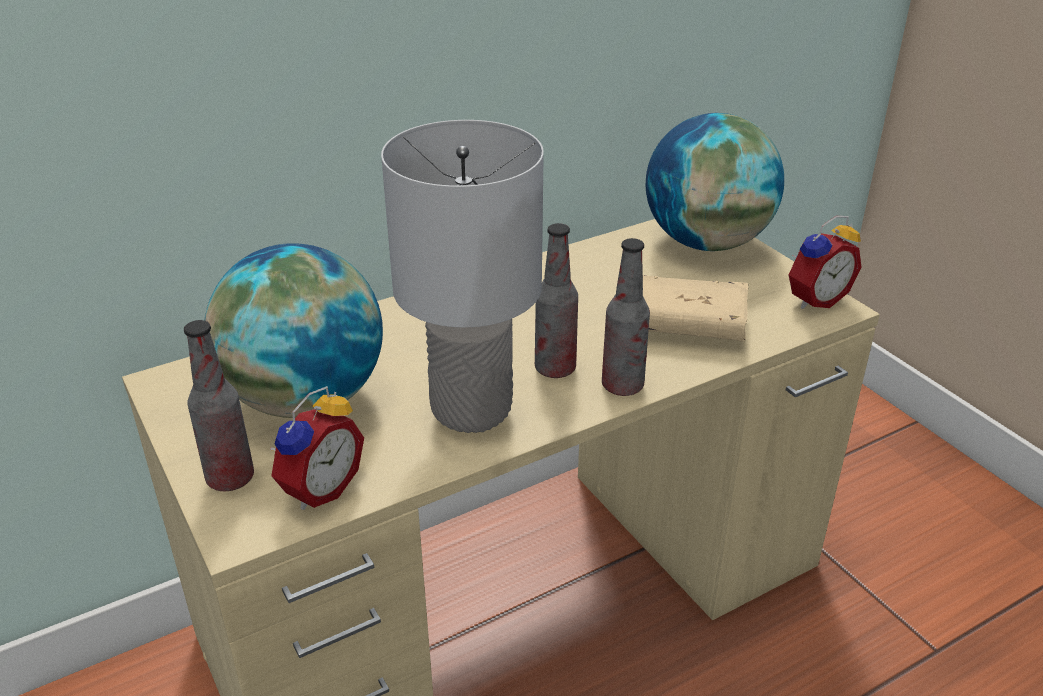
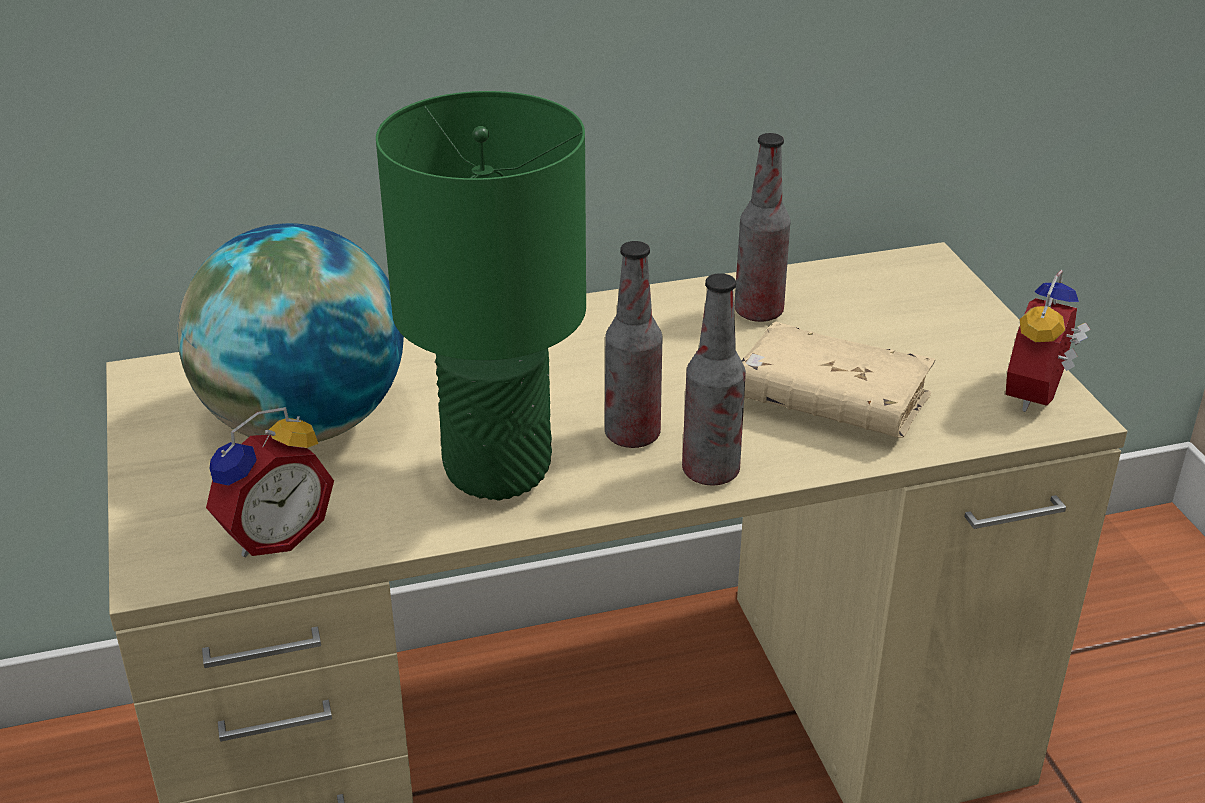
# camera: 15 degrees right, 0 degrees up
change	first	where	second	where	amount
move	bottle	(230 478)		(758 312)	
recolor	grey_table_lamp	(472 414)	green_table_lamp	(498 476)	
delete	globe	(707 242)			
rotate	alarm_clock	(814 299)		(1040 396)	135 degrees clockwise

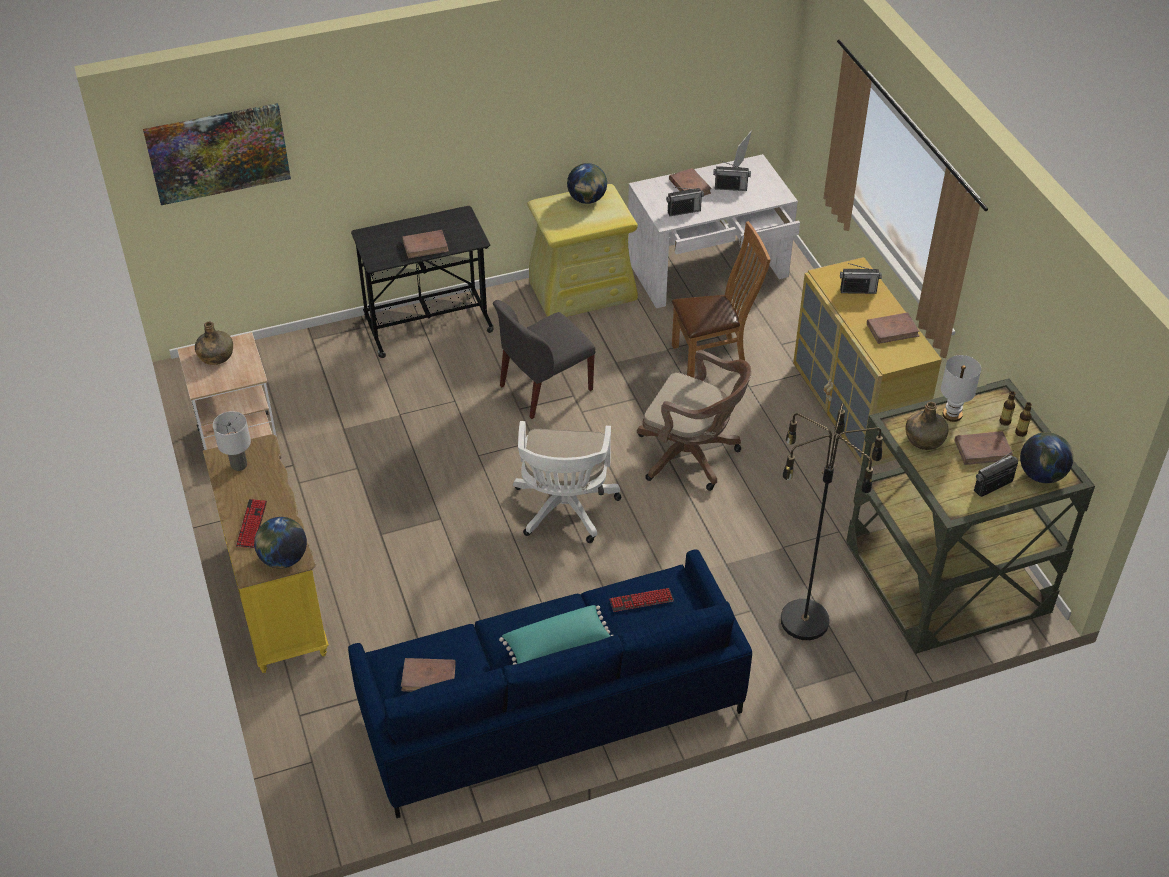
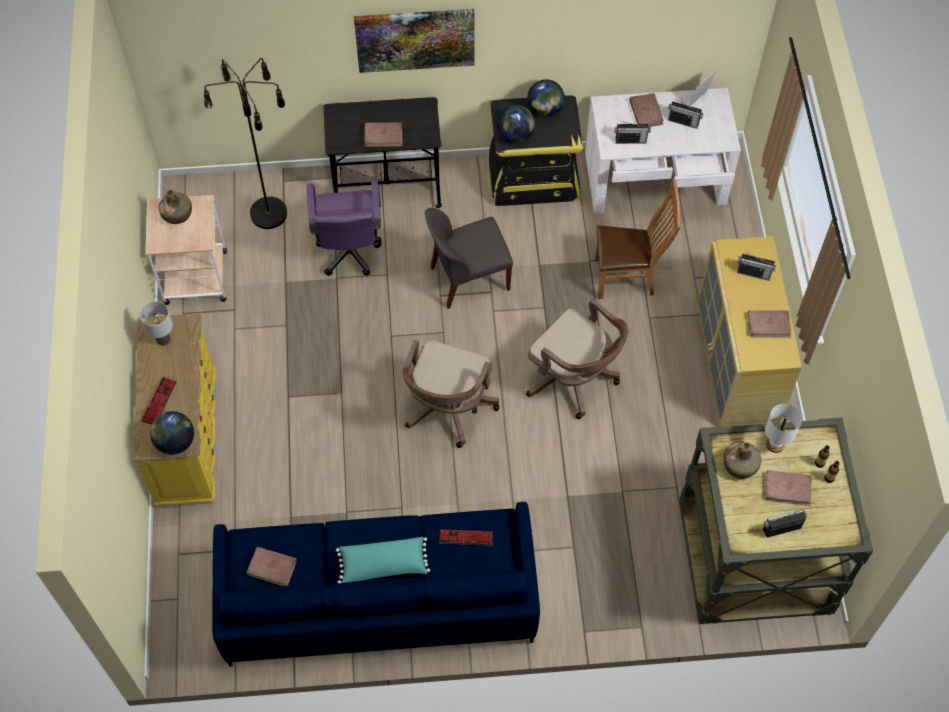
# camera: 15 degrees right, 15 degrees up
change	first	where	second	where	amount
move	picture	(218 153)		(415 39)	
recolor	white_office_chair	(564 511)	brown_office_chair	(447 410)	
recolor	yellow_nightstand	(584 291)	black_nightstand	(535 180)	
move	floor_lamp	(805 620)		(269 213)	
move	globe	(1041 475)		(515 135)	
insert			purple_office_chair	(350 257)	

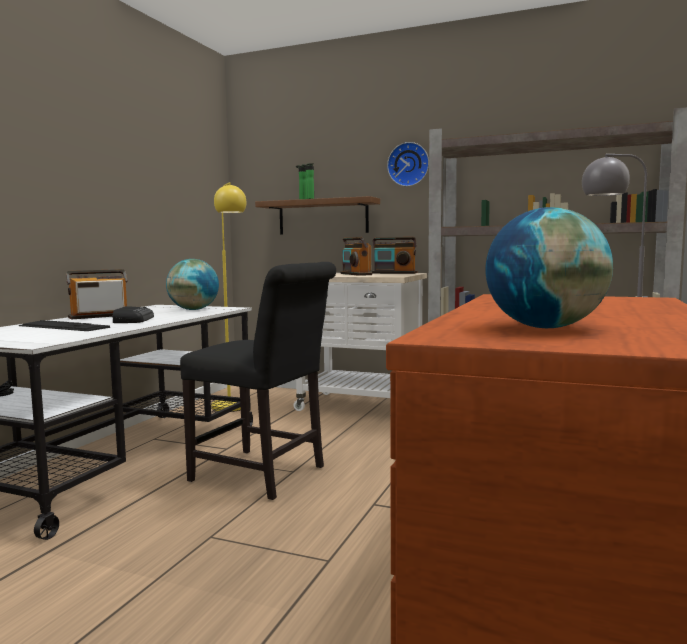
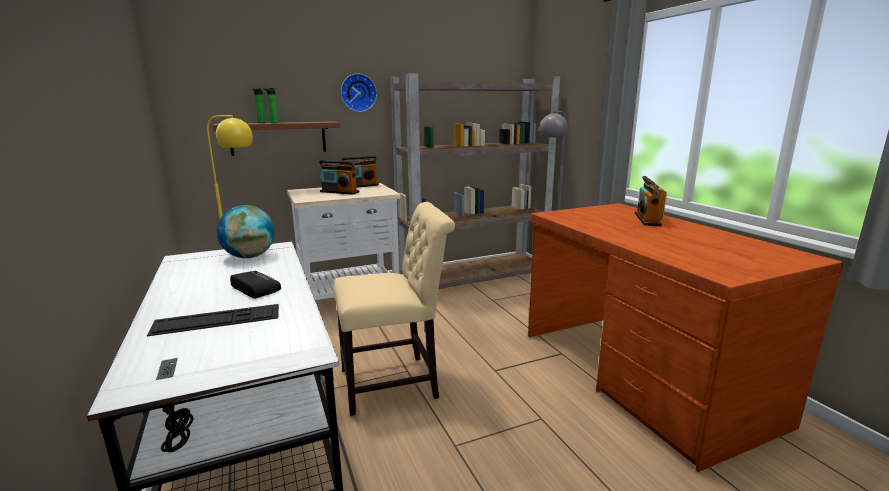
# camera: 45 degrees left, 10 degrees up
change	first	where	second	where	amount
move	radio	(99 316)		(647 219)	
recolor	black_chair	(264 476)	beige_chair	(396 383)	
delete	globe	(545 327)			

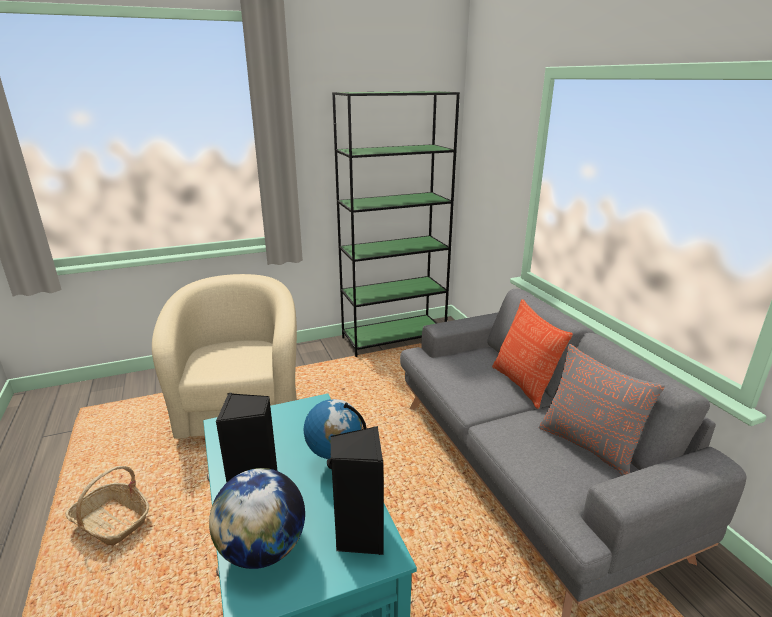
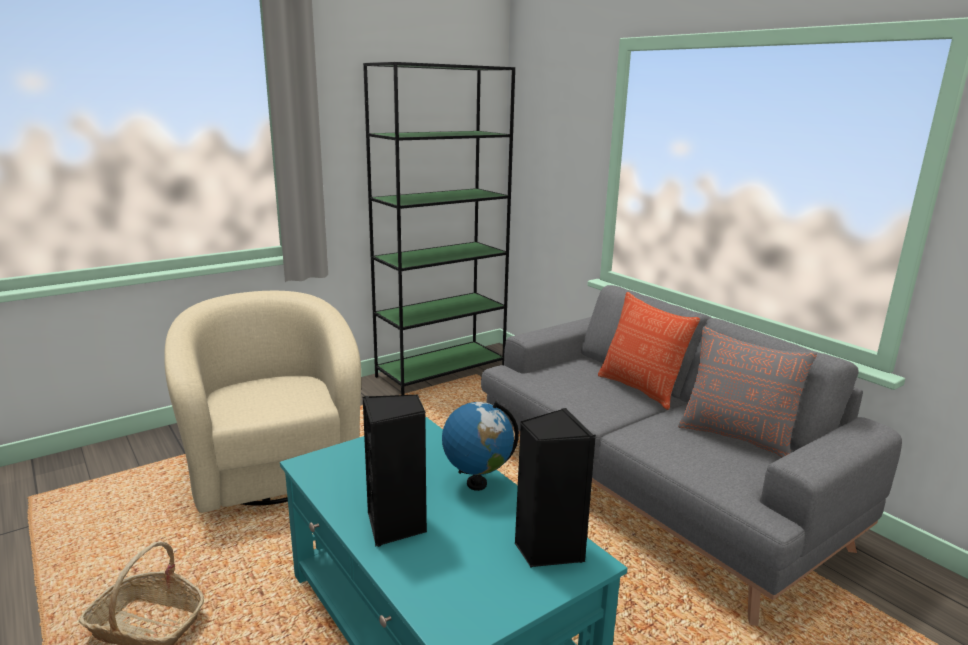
# camera: 15 degrees left, 5 degrees down
change	first	where	second	where	amount
delete	globe	(262 549)			

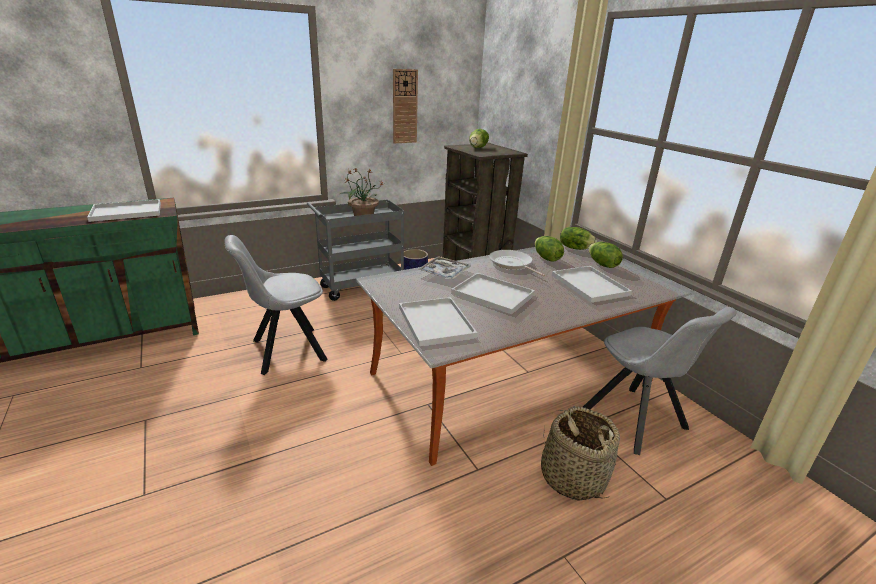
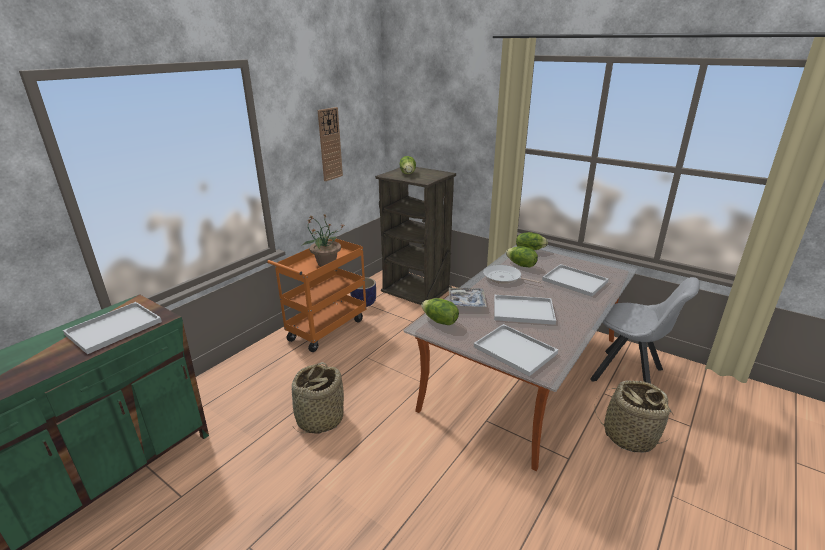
# camera: 25 degrees left, 0 degrees up
change	first	where	second	where	amount
replace	grey_chair	(286 351)	basket	(319 419)	
recolor	grey_cart	(359 288)	orange_cart	(325 331)	
move	lettuce	(602 264)		(440 321)	

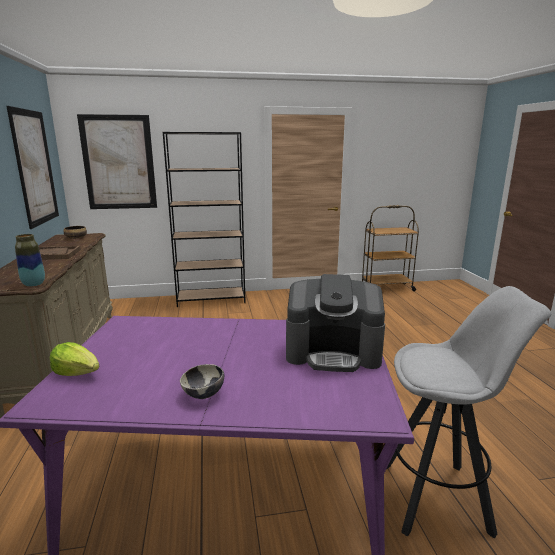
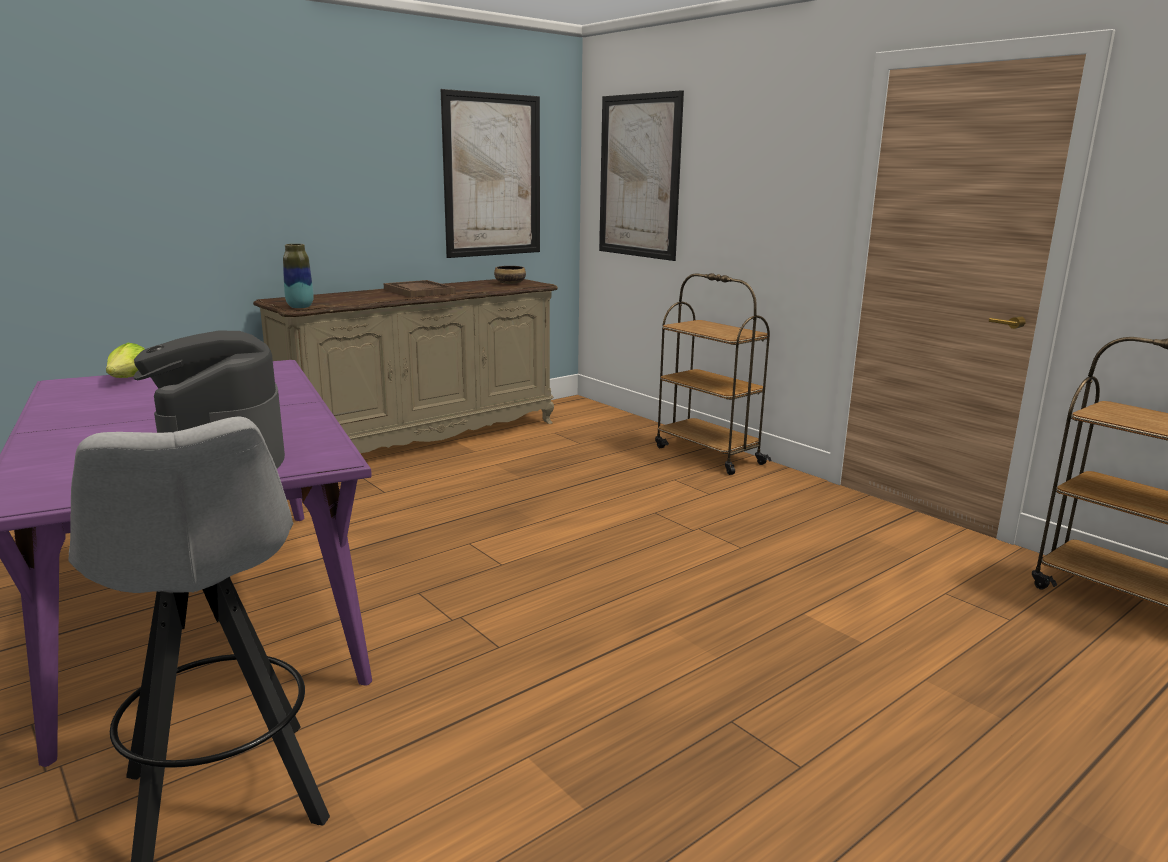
# camera: 60 degrees right, 0 degrees up
change	first	where	second	where	amount
replace	beige_bookcase	(211 299)	brown_cart	(707 455)	
delete	bowl	(203 395)			

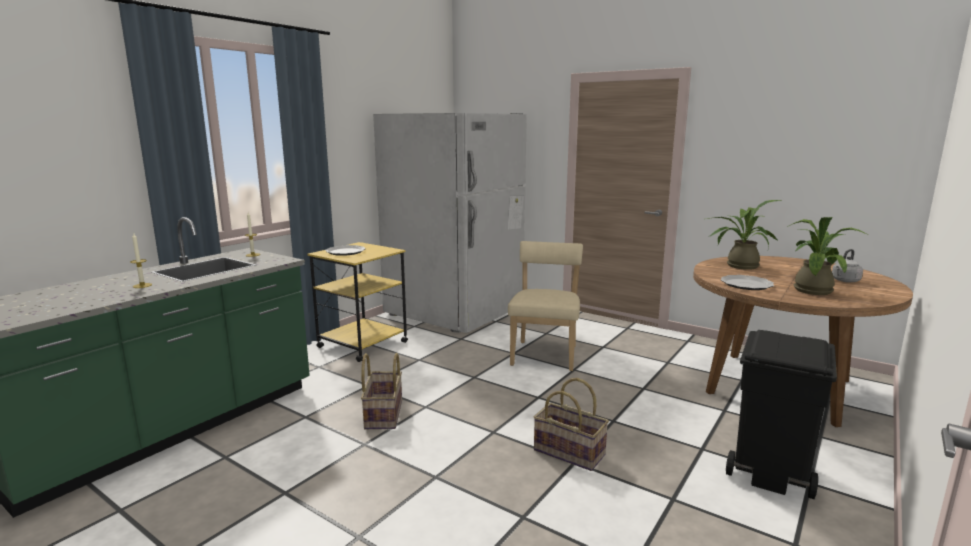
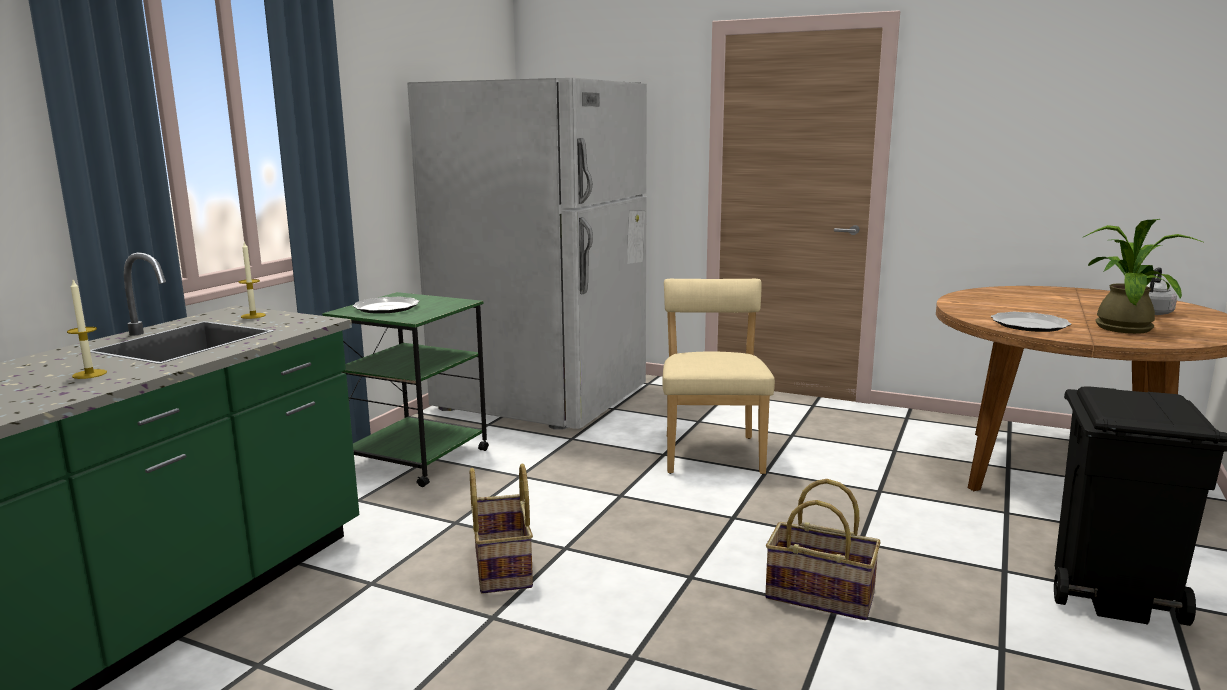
# camera: 10 degrees left, 0 degrees up
change	first	where	second	where	amount
recolor	yellow_cart	(363 344)	green_cart	(417 458)	
delete	potted_plant	(738 265)			

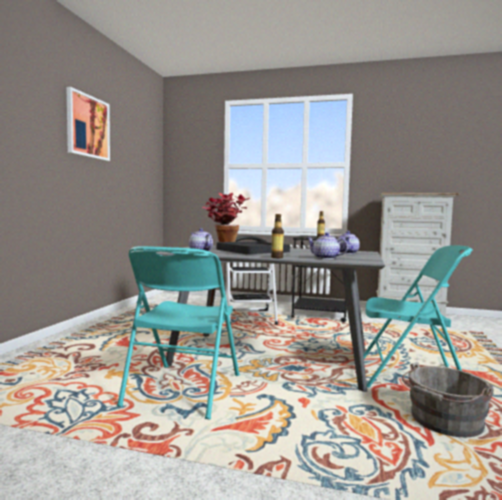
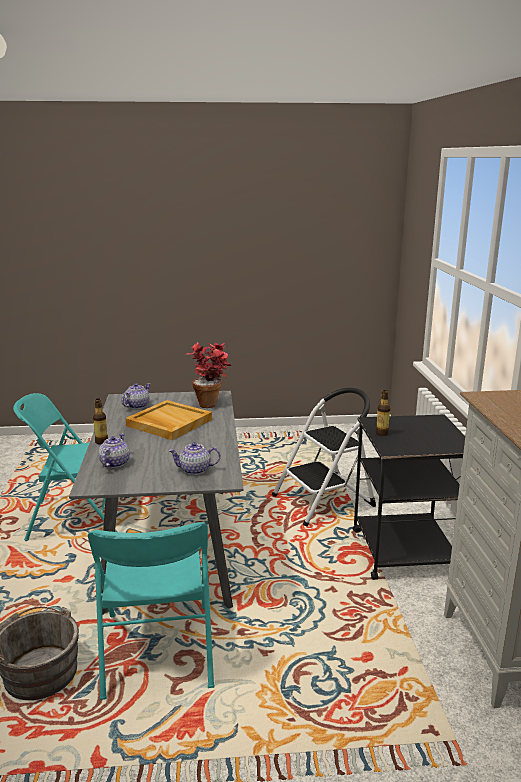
# camera: 70 degrees right, 15 degrees up
change	first	where	second	where	amount
delete	picture	(88 126)			
recolor	black_tray	(252 250)	beige_tray	(168 423)	

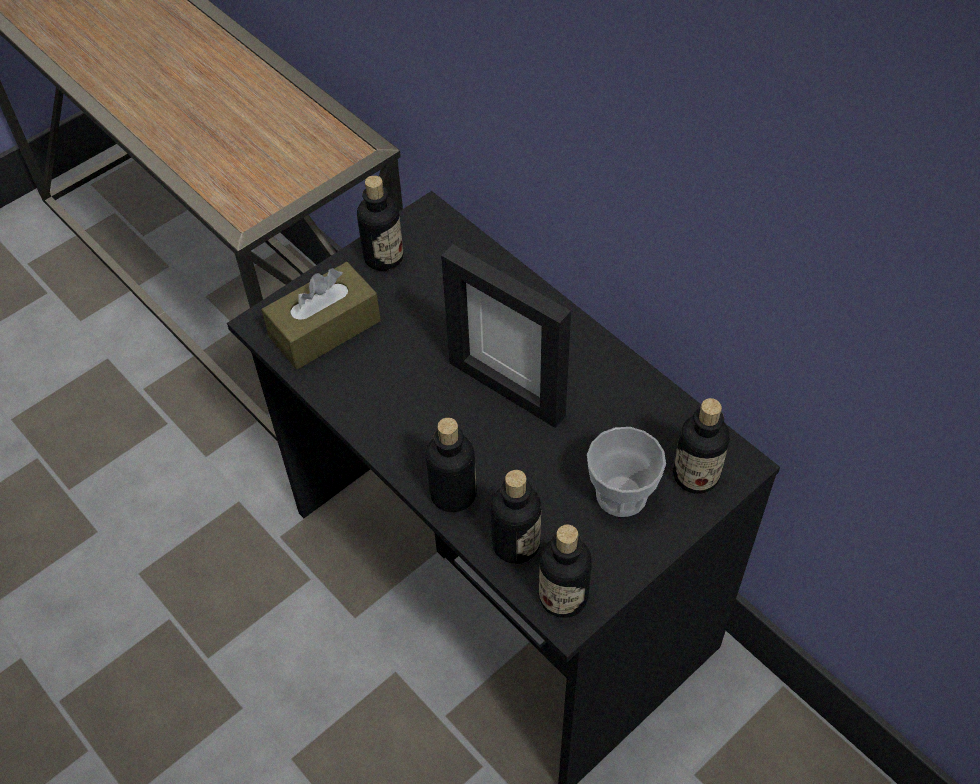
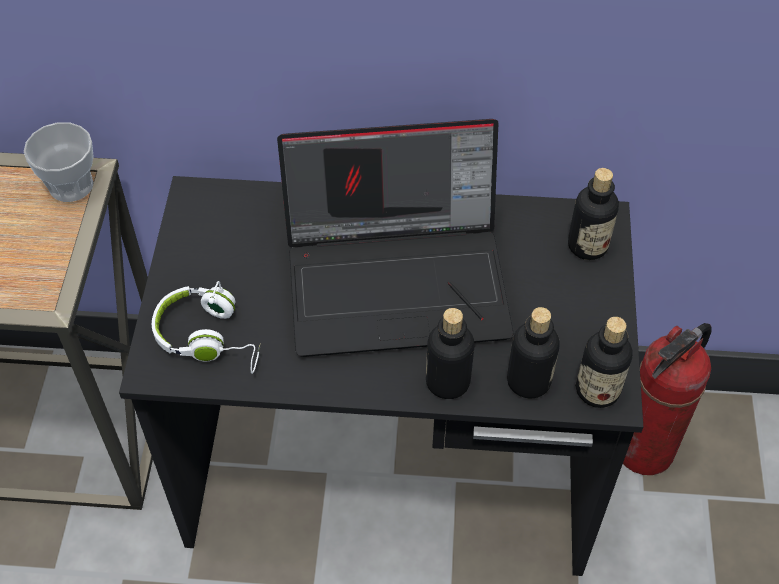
# camera: 45 degrees left, 0 degrees up
change	first	where	second	where	amount
replace	brown_tissue_box	(325 329)	white_headphones	(210 337)	
delete	bottle	(383 257)			
replace	picture_frame	(508 387)	laptop	(399 278)	
move	cup	(621 495)		(71 185)	
insert			fire_extinguisher	(645 450)	

